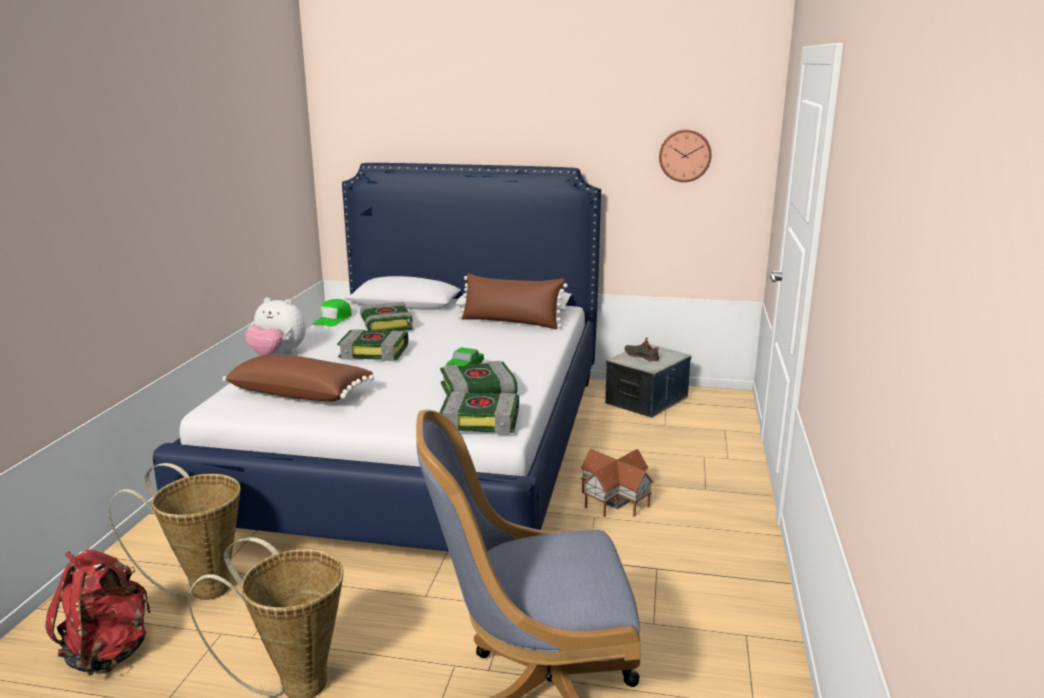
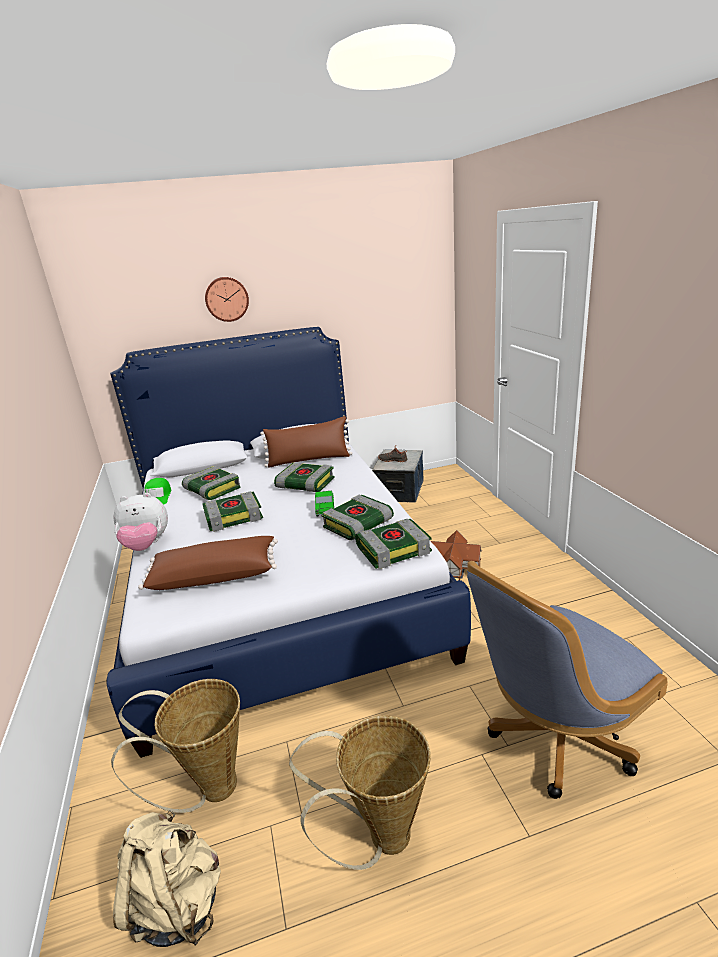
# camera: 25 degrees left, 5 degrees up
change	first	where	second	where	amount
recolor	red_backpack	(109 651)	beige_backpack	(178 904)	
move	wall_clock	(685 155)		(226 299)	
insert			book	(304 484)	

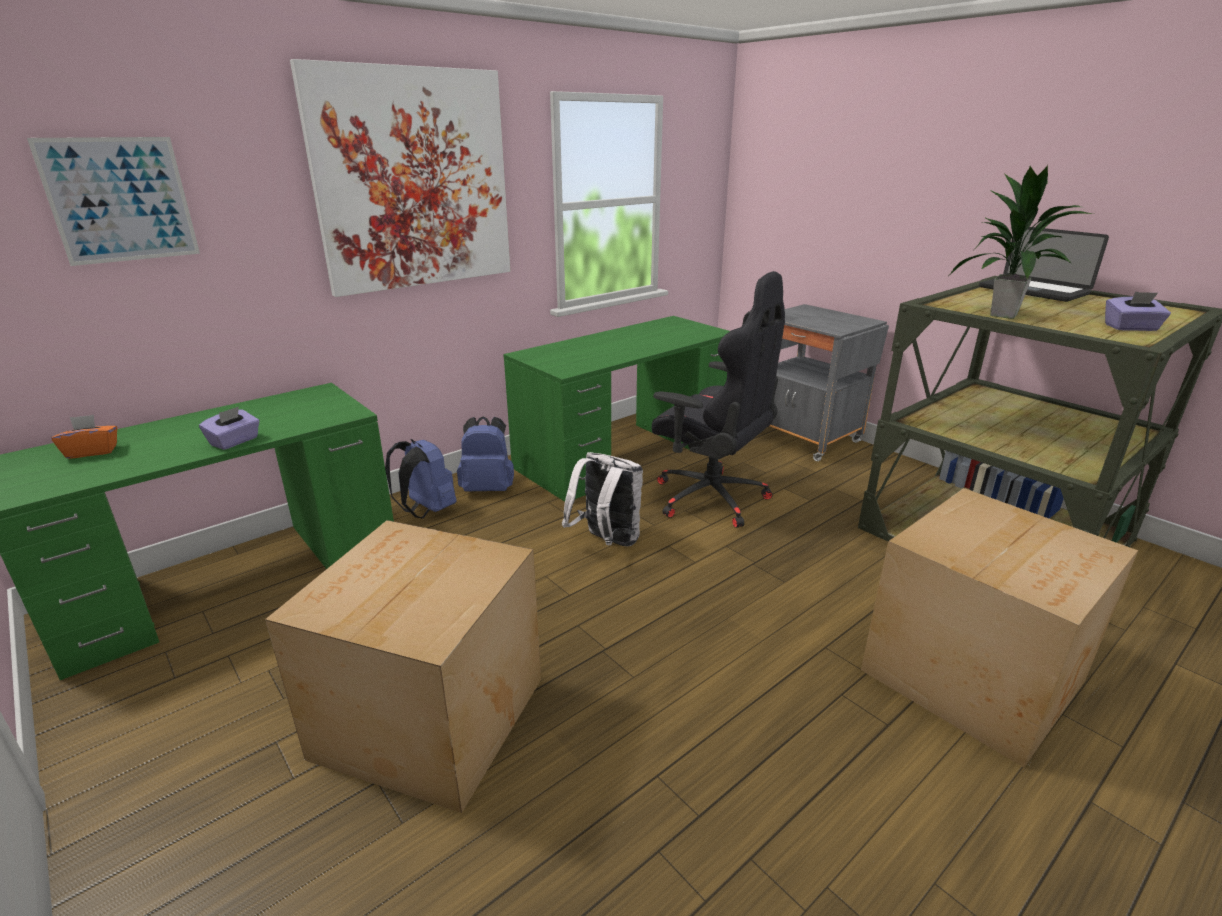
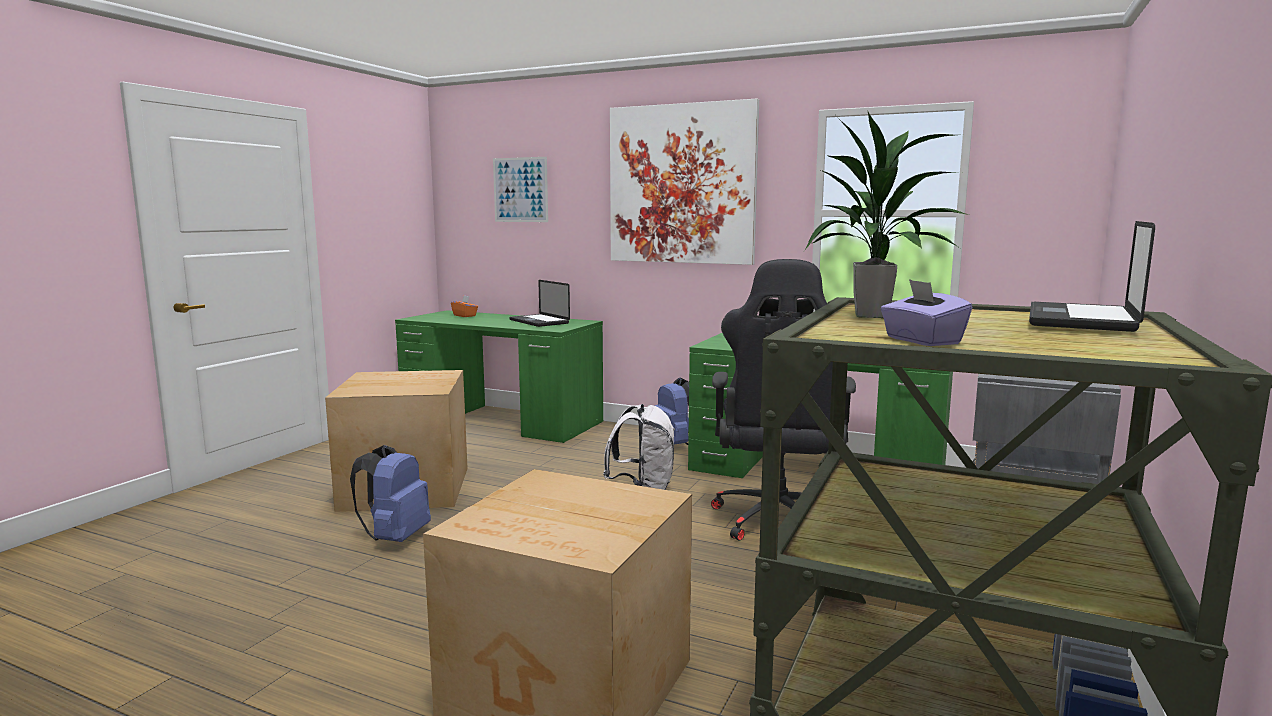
# camera: 65 degrees right, 15 degrees down
change	first	where	second	where	amount
delete	purple_tissue_box	(235 441)			
move	blue_backpack	(426 510)		(395 537)	
insert			laptop	(539 321)	

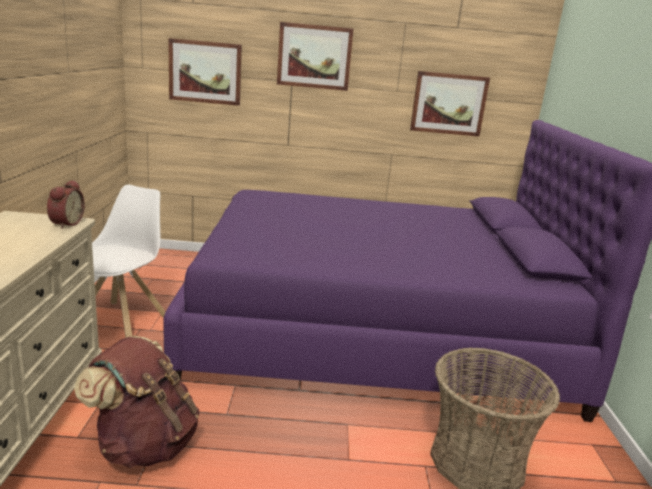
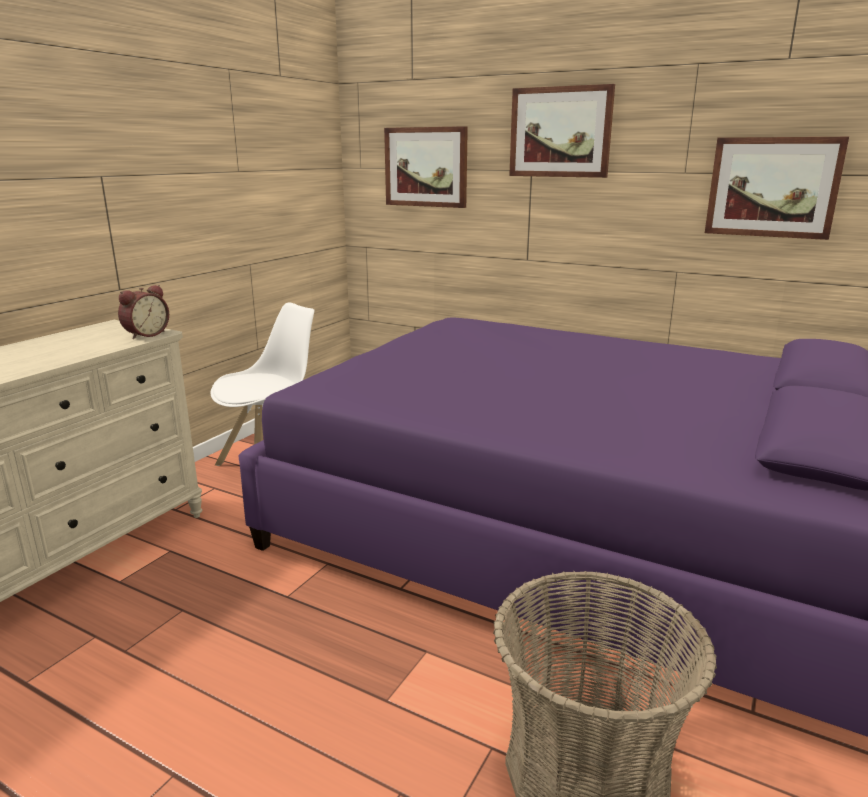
# camera: 30 degrees right, 0 degrees up
change	first	where	second	where	amount
delete	brown_backpack	(144 444)			

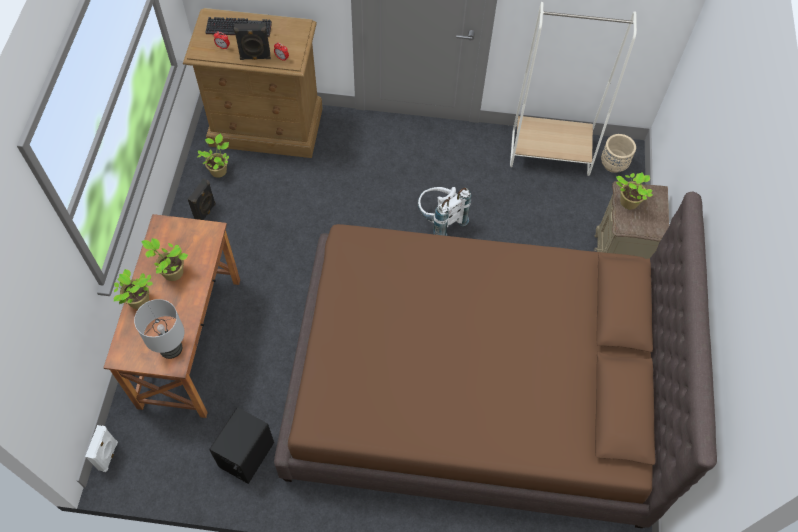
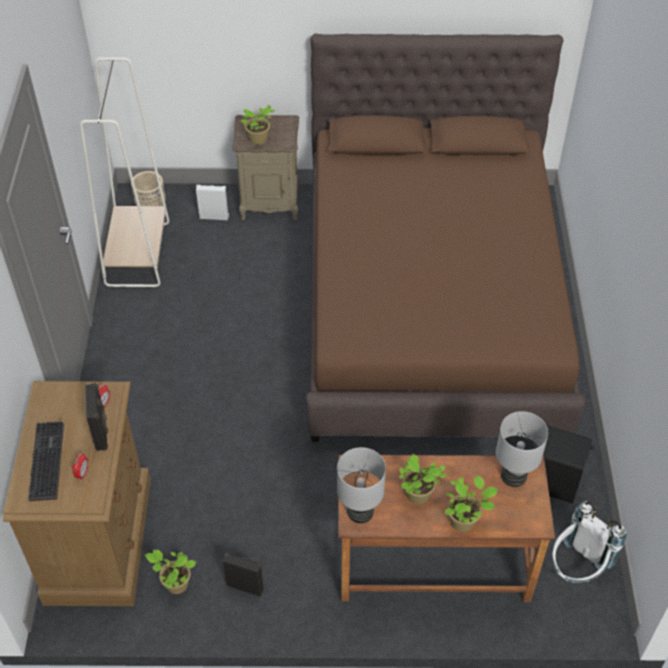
# camera: 95 degrees left, 10 degrees down
change	first	where	second	where	amount
move	white_speaker	(109 456)		(214 216)	
move	white_backpack	(439 221)		(576 569)	
insert			grey_table_lamp	(360 512)	

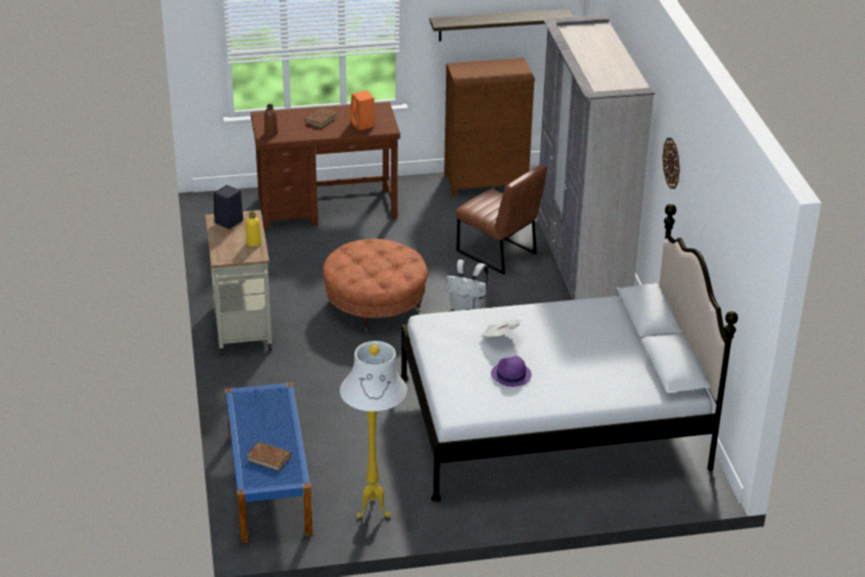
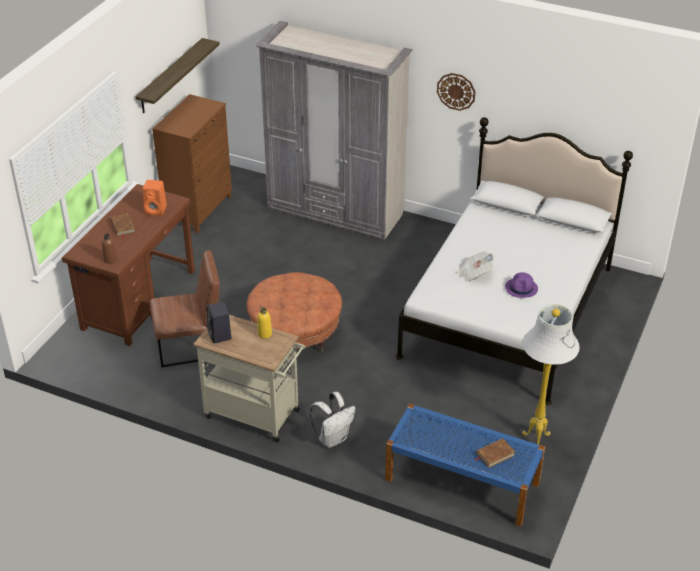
# camera: 55 degrees left, 5 degrees up
change	first	where	second	where	amount
move	white_backpack	(467 309)		(333 438)	
move	brown_chair	(497 253)		(190 346)	

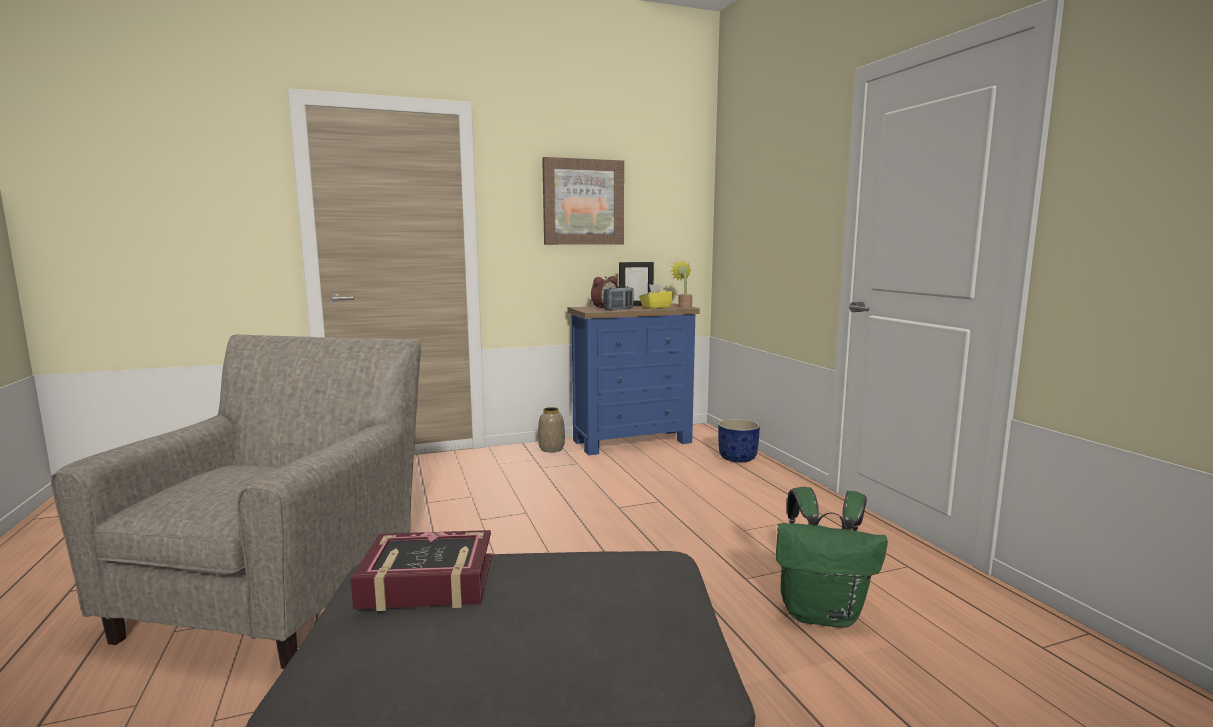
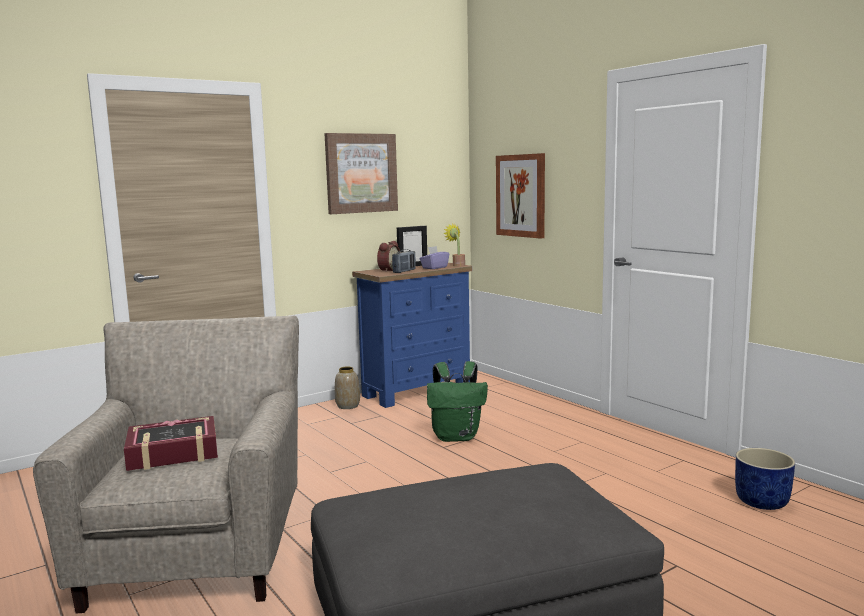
# camera: 15 degrees left, 0 degrees up
change	first	where	second	where	amount
move	book	(427 582)		(173 453)	
recolor	yellow_tissue_box	(655 307)	purple_tissue_box	(434 268)	
move	blue_planter	(737 458)		(762 502)	
move	green_backpack	(822 614)		(457 436)	
insert			picture	(521 195)	

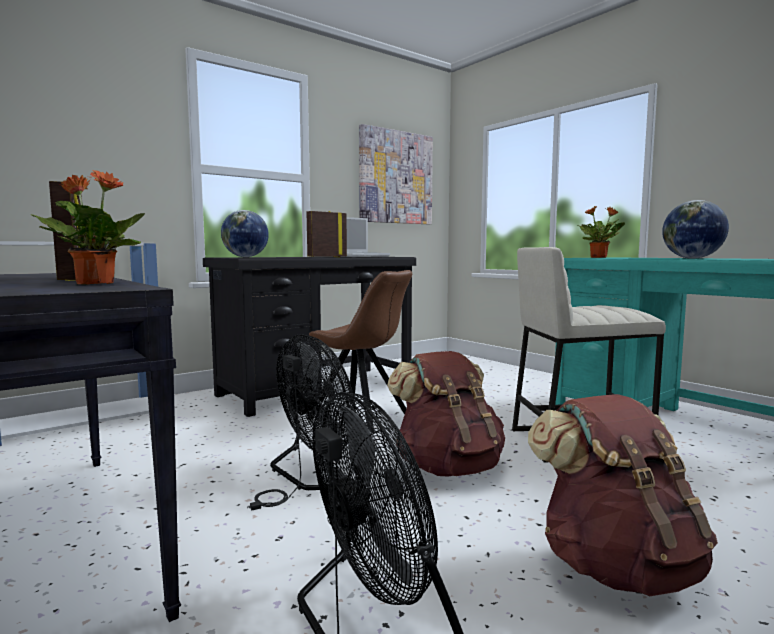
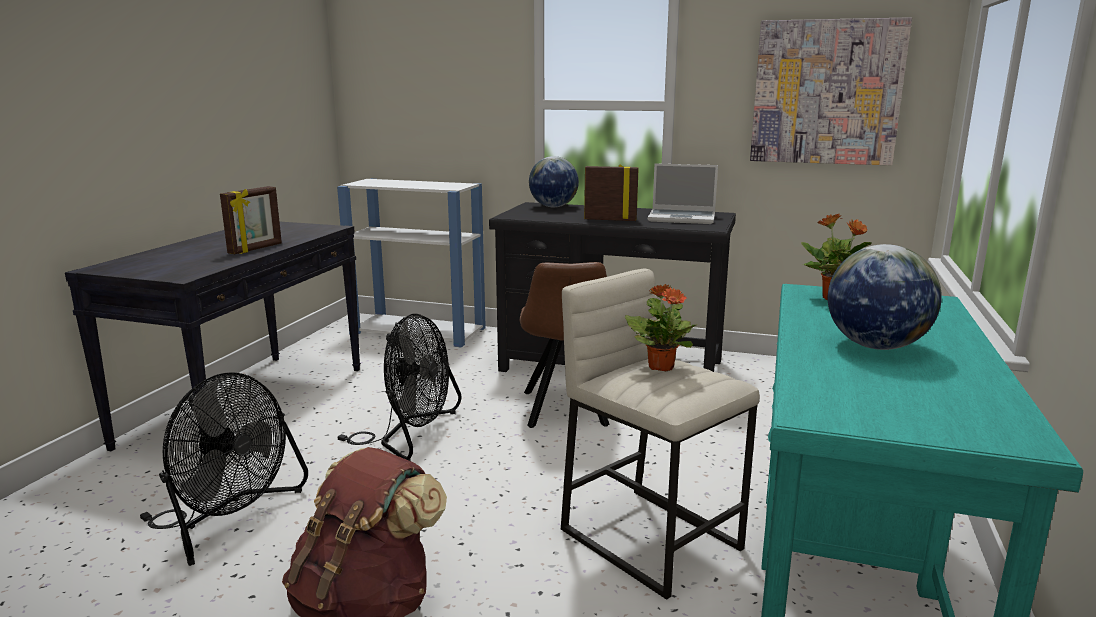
# camera: 55 degrees right, 10 degrees up
change	first	where	second	where	amount
move	potted_plant	(94 283)		(661 366)	
delete	brown_backpack	(448 467)			

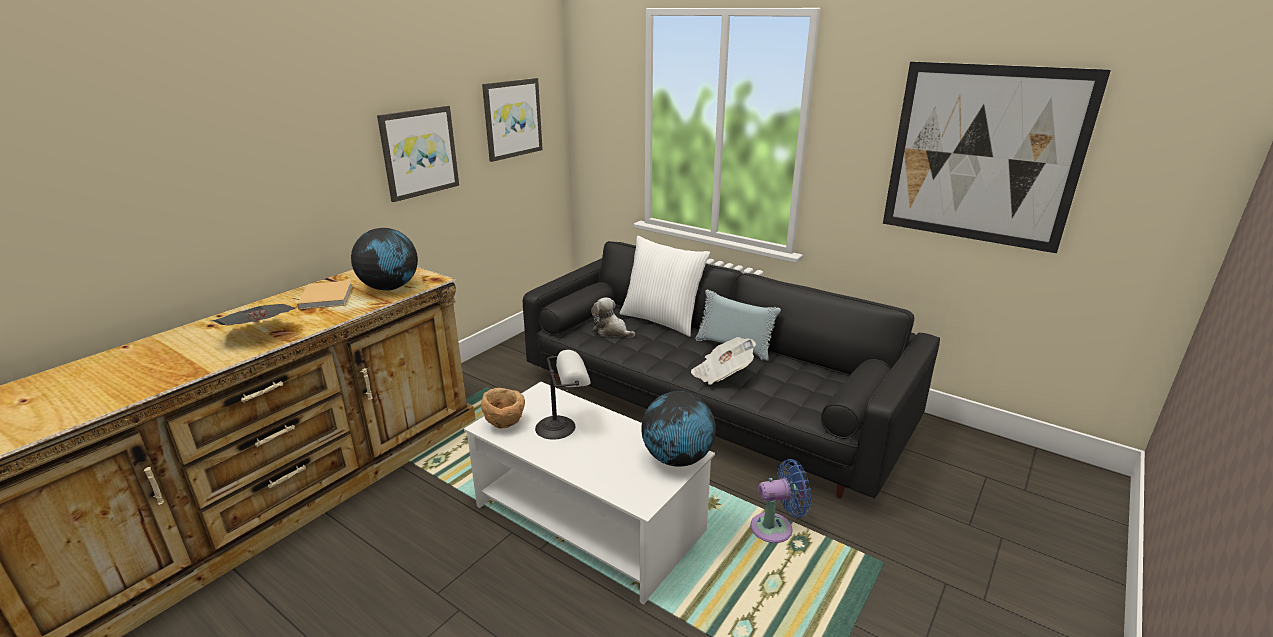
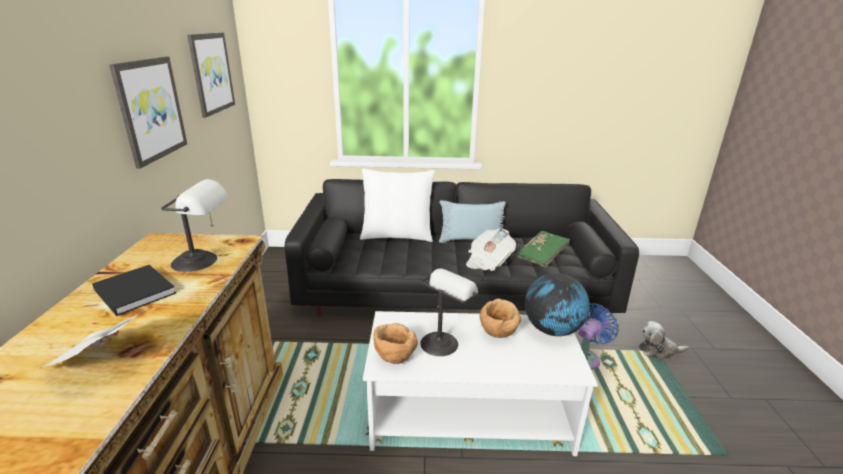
# camera: 35 degrees left, 0 degrees up
change	first	where	second	where	amount
recolor	beige_book	(327 296)	black_book	(134 290)	
replace	globe	(390 288)	table_lamp	(204 261)	
move	plush_toy	(611 331)		(658 351)	
delete	picture	(983 155)			
insert			brown_bowl	(498 334)	
insert			green_book	(542 256)	

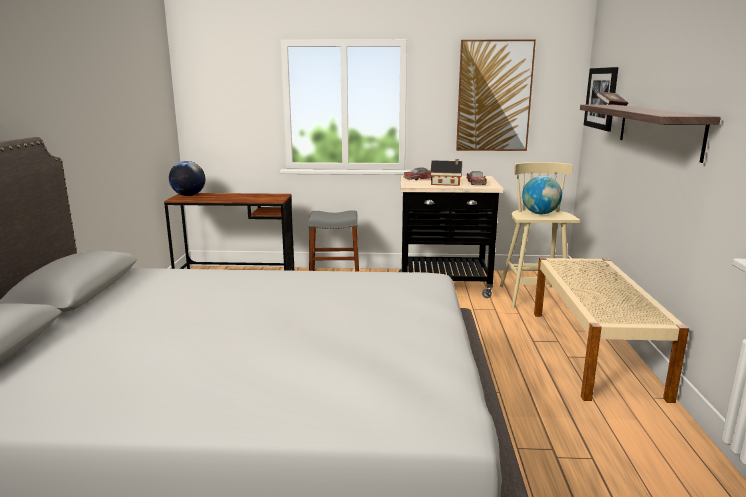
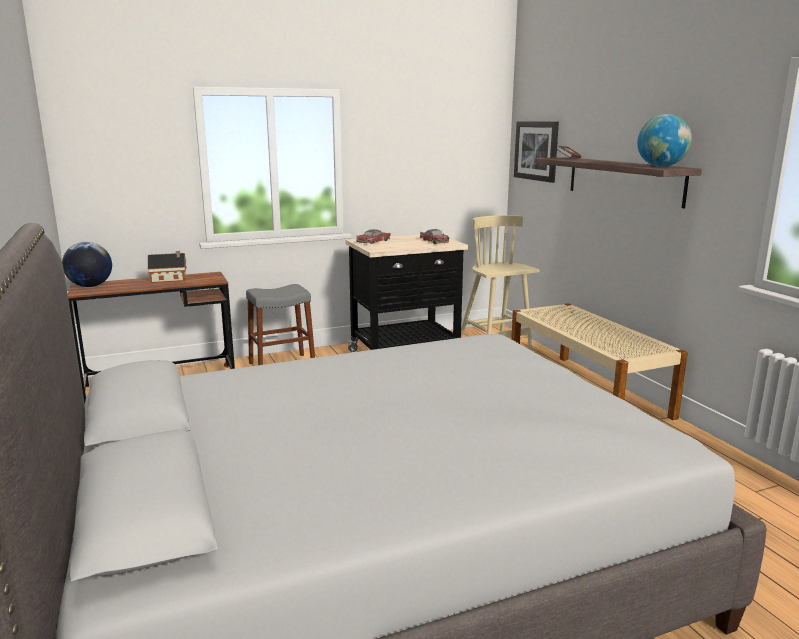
# camera: 25 degrees left, 0 degrees up
change	first	where	second	where	amount
move	toy_house	(447 183)		(170 279)	
delete	picture	(494 96)			
move	globe	(540 213)		(661 166)	

